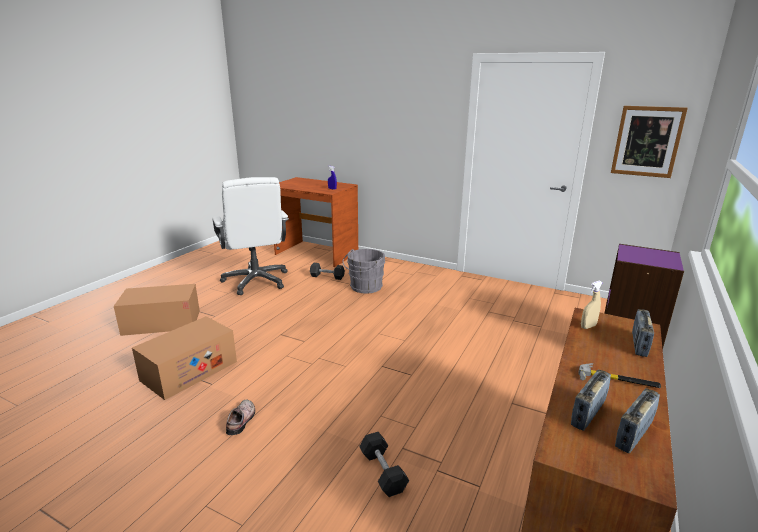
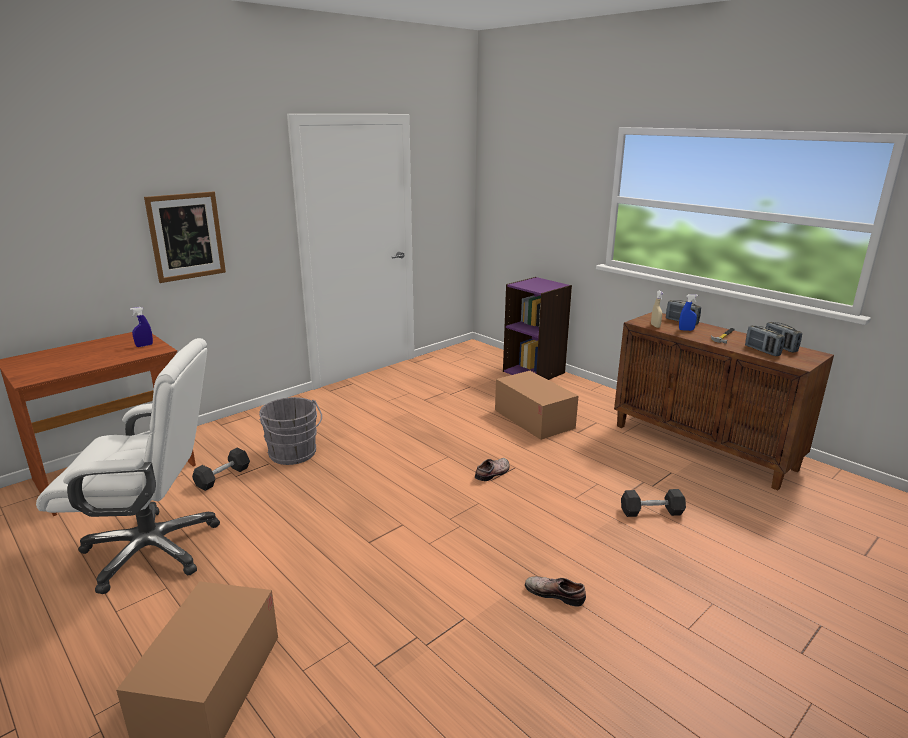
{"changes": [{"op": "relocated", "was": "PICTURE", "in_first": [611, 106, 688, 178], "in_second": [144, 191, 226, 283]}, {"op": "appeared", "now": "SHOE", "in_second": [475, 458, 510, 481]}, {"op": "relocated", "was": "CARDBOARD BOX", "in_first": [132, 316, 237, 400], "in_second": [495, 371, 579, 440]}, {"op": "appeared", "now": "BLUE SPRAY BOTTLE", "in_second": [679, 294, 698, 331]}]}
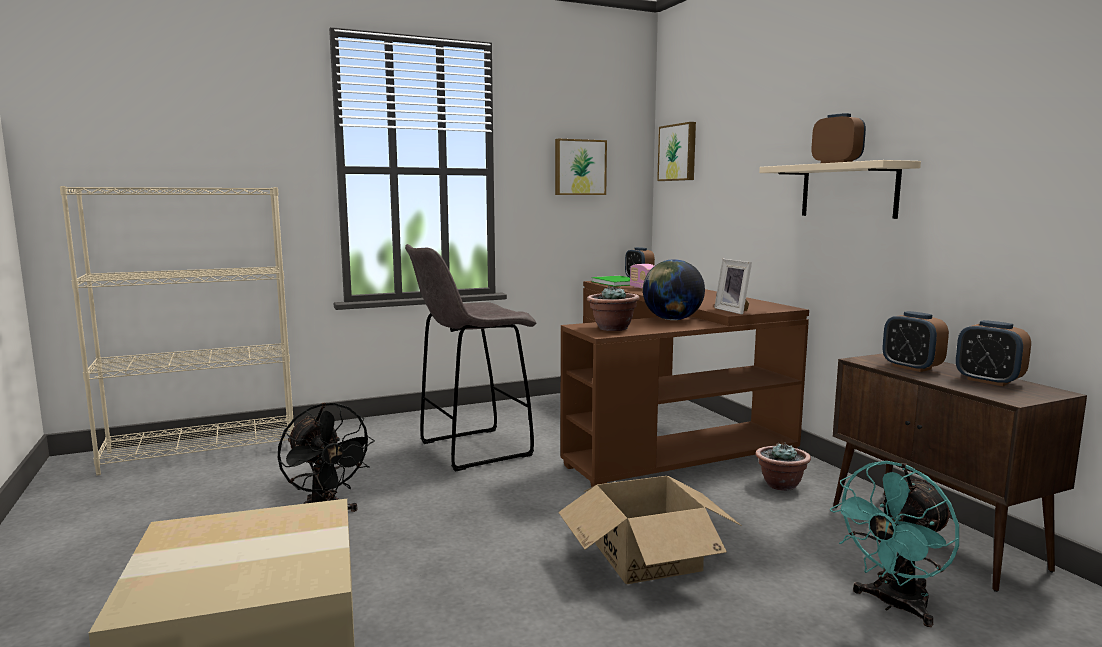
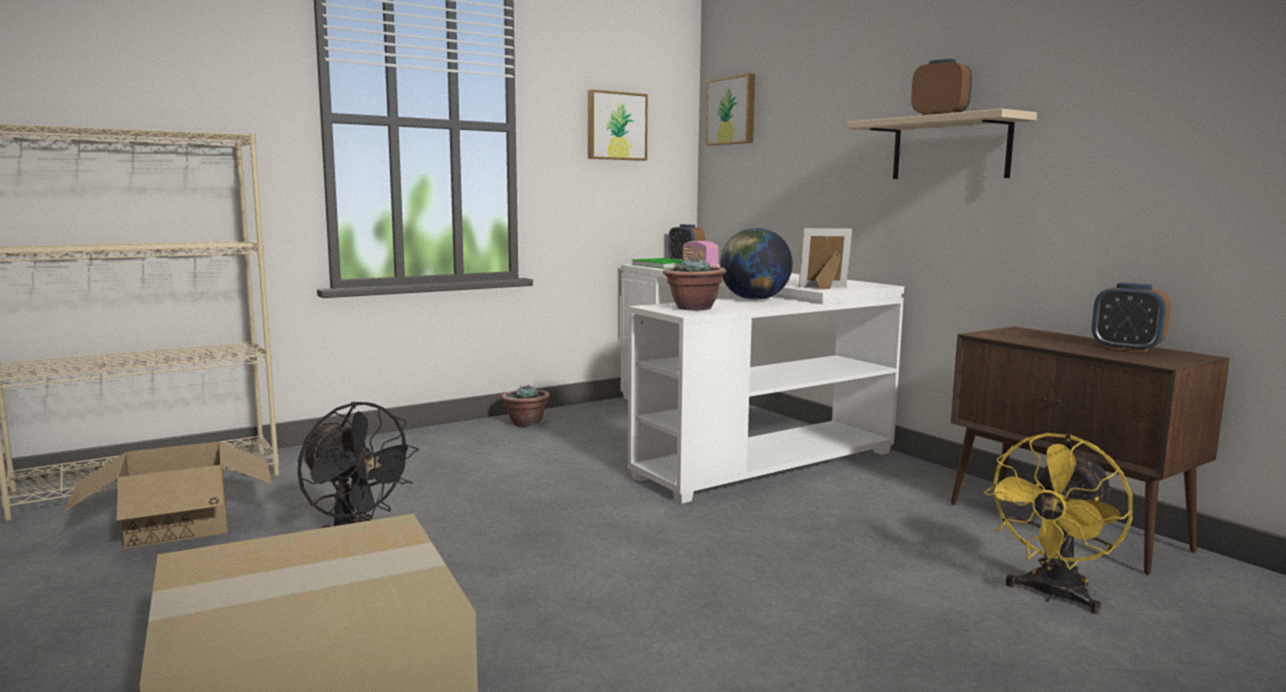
{"changes": [{"op": "relocated", "was": "CARDBOARD BOX", "in_first": [558, 476, 742, 584], "in_second": [64, 442, 272, 549]}, {"op": "relocated", "was": "POTTED PLANT", "in_first": [755, 442, 811, 491], "in_second": [501, 384, 550, 427]}, {"op": "colour", "was": "BROWN DESK", "now": "WHITE DESK", "in_first": [560, 281, 809, 487], "in_second": [621, 264, 904, 503]}, {"op": "spun", "was": "PICTURE FRAME", "in_first": [714, 259, 752, 315], "in_second": [799, 228, 852, 289], "clockwise": 120}, {"op": "colour", "was": "TURQUOISE FAN", "now": "YELLOW FAN", "in_first": [830, 461, 959, 627], "in_second": [984, 433, 1133, 614]}, {"op": "missing", "was": "GREY STOOL", "in_first": [405, 244, 537, 472]}, {"op": "missing", "was": "ALARM CLOCK", "in_first": [883, 311, 949, 372]}]}
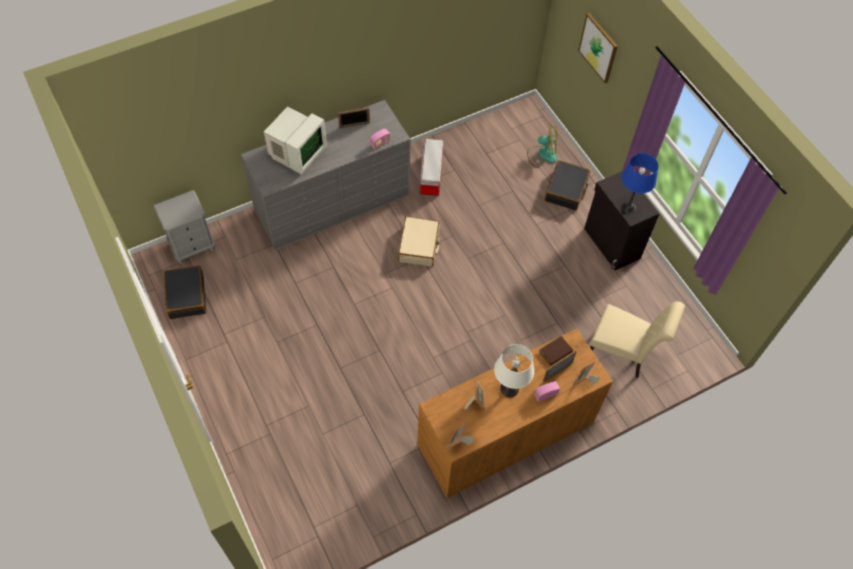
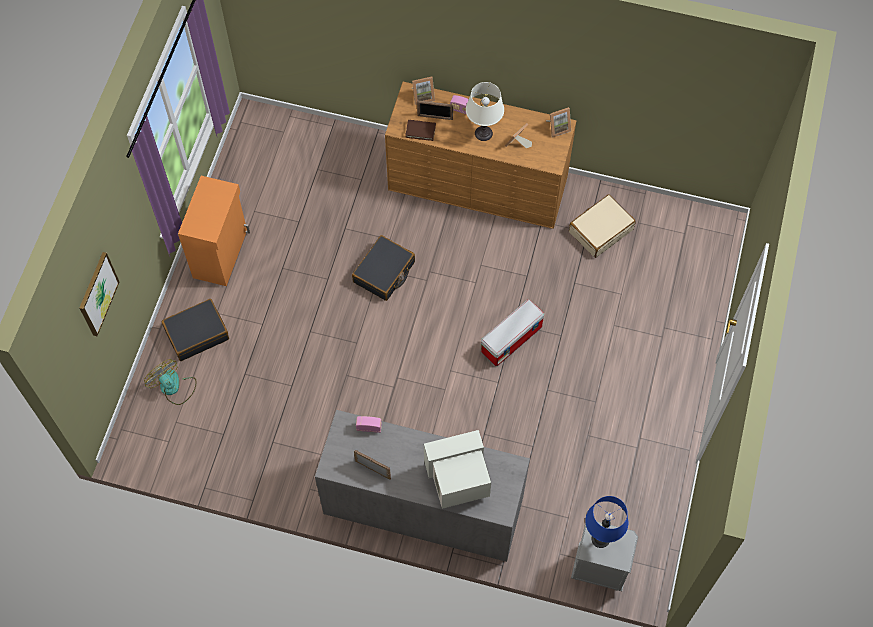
{"changes": [{"op": "colour", "was": "BLACK CABINET", "now": "ORANGE CABINET", "in_first": [584, 171, 660, 270], "in_second": [178, 176, 250, 286]}, {"op": "relocated", "was": "BLACK SUITCASE", "in_first": [163, 265, 206, 319], "in_second": [352, 235, 415, 301]}, {"op": "relocated", "was": "STORAGE BOX", "in_first": [420, 139, 443, 196], "in_second": [481, 299, 544, 366]}, {"op": "relocated", "was": "BEIGE SUITCASE", "in_first": [398, 217, 440, 267], "in_second": [569, 194, 636, 258]}, {"op": "relocated", "was": "BLUE TABLE LAMP", "in_first": [621, 153, 658, 214], "in_second": [585, 496, 628, 548]}, {"op": "missing", "was": "BEIGE CHAIR", "in_first": [590, 301, 685, 378]}]}
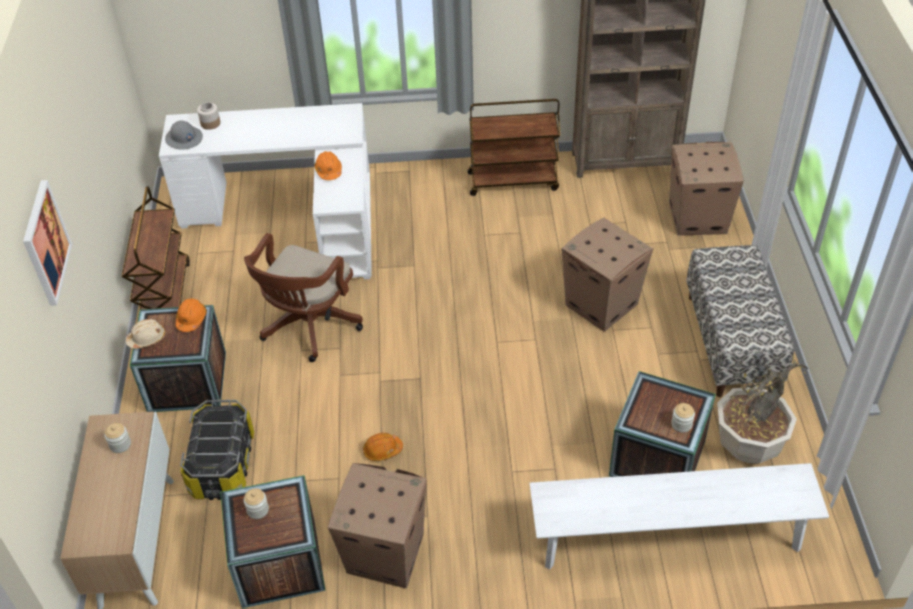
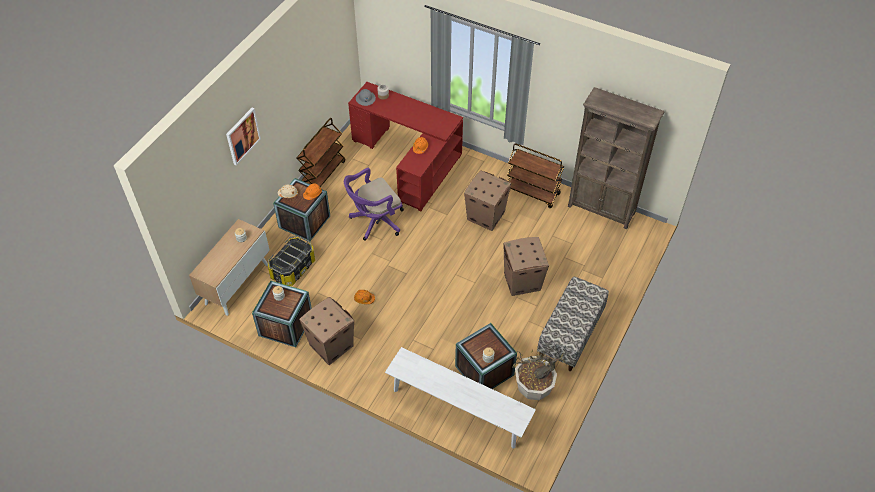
{"changes": [{"op": "colour", "was": "BROWN OFFICE CHAIR", "now": "PURPLE OFFICE CHAIR", "in_first": [244, 233, 363, 362], "in_second": [344, 168, 404, 241]}, {"op": "colour", "was": "WHITE DESK", "now": "RED DESK", "in_first": [159, 103, 372, 279], "in_second": [348, 82, 463, 211]}, {"op": "relocated", "was": "CARDBOARD BOX", "in_first": [669, 142, 744, 236], "in_second": [464, 170, 511, 231]}]}
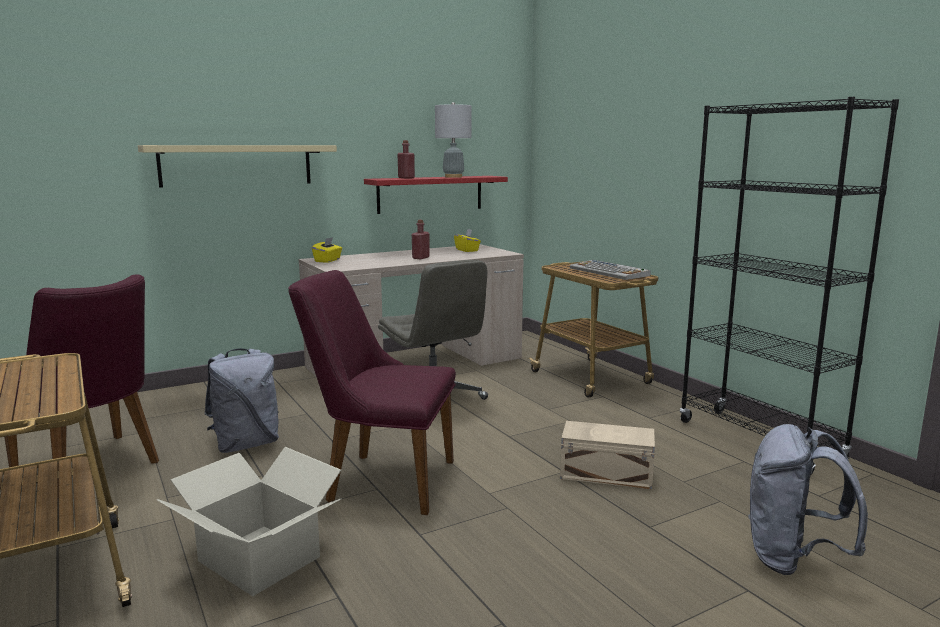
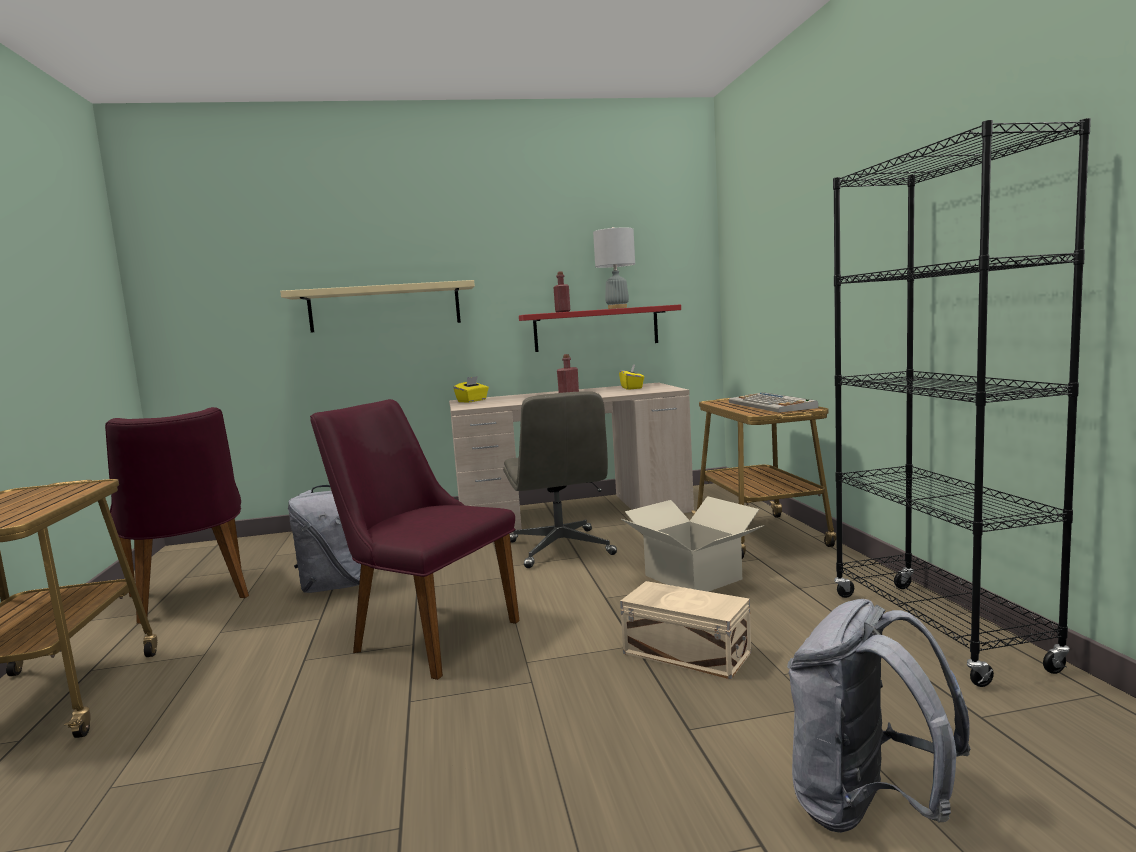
{"changes": [{"op": "relocated", "was": "CARDBOARD BOX", "in_first": [157, 447, 341, 596], "in_second": [621, 496, 765, 592]}]}
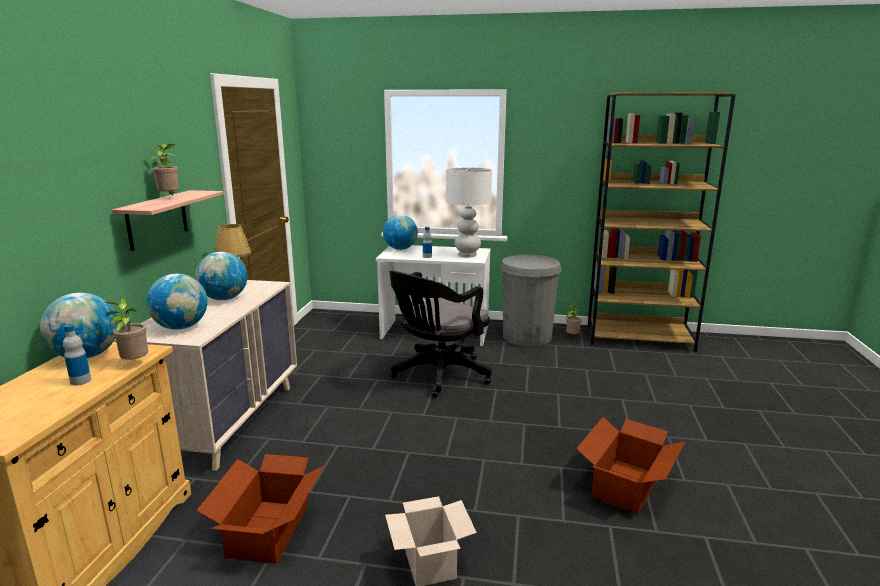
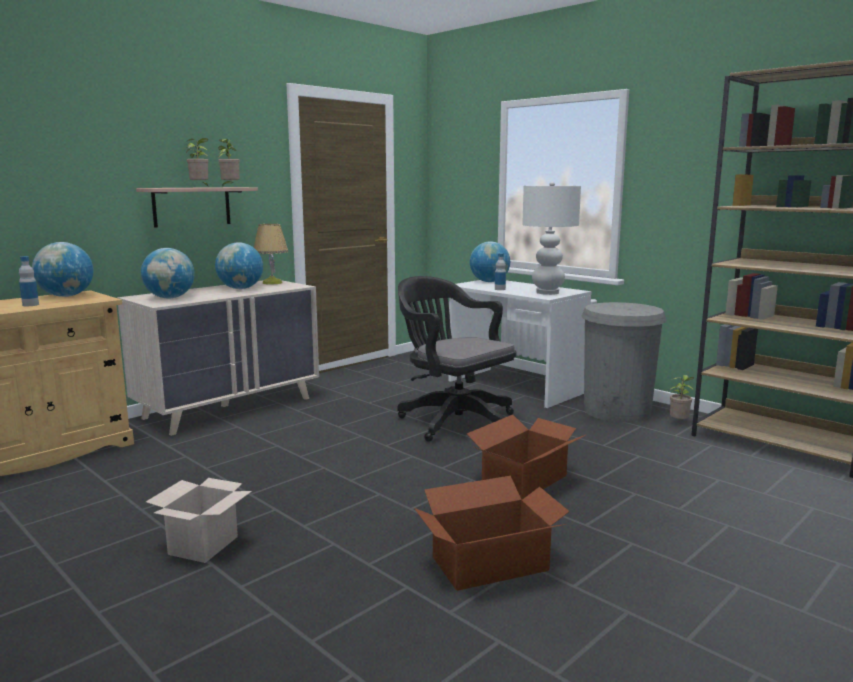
{"changes": [{"op": "relocated", "was": "POTTED PLANT", "in_first": [104, 297, 148, 362], "in_second": [218, 139, 240, 186]}, {"op": "spun", "was": "BLACK OFFICE CHAIR", "in_first": [389, 271, 492, 398], "in_second": [397, 276, 517, 442], "clockwise": 60}, {"op": "relocated", "was": "CARDBOARD BOX", "in_first": [196, 454, 323, 564], "in_second": [467, 415, 585, 500]}]}
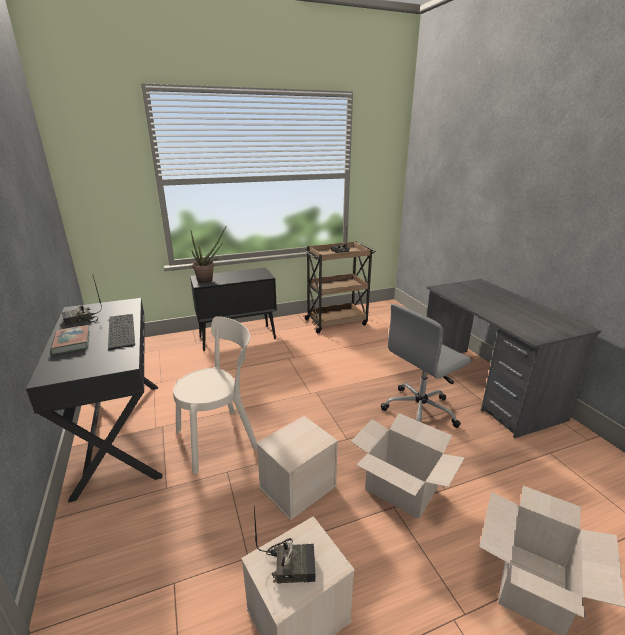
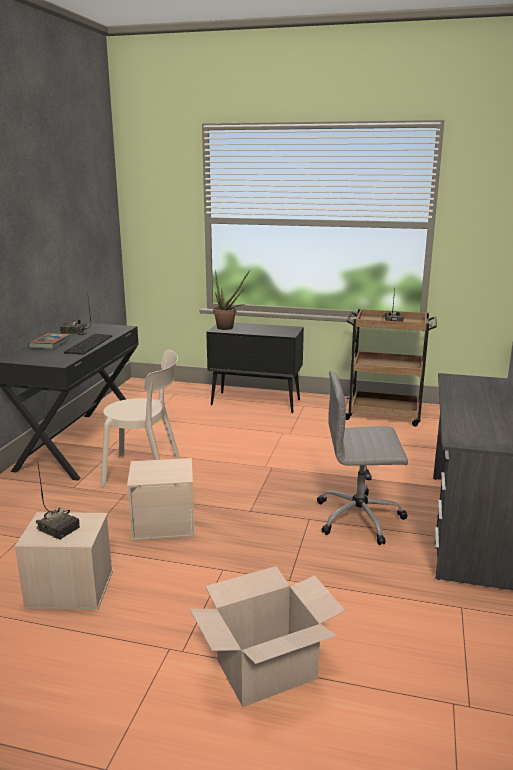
{"changes": [{"op": "missing", "was": "CARDBOARD BOX", "in_first": [351, 413, 465, 519]}]}
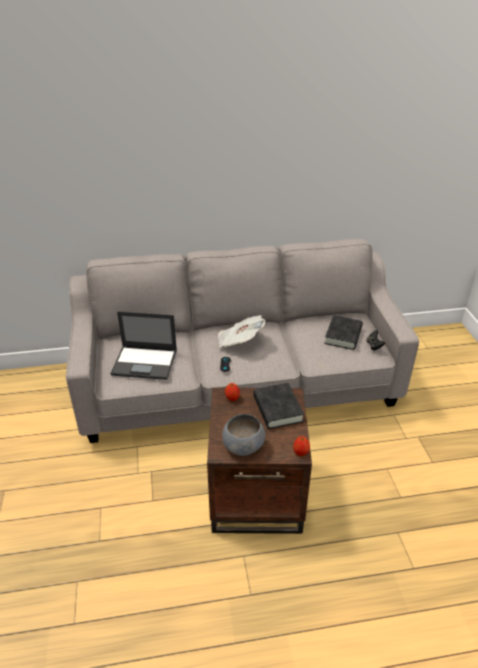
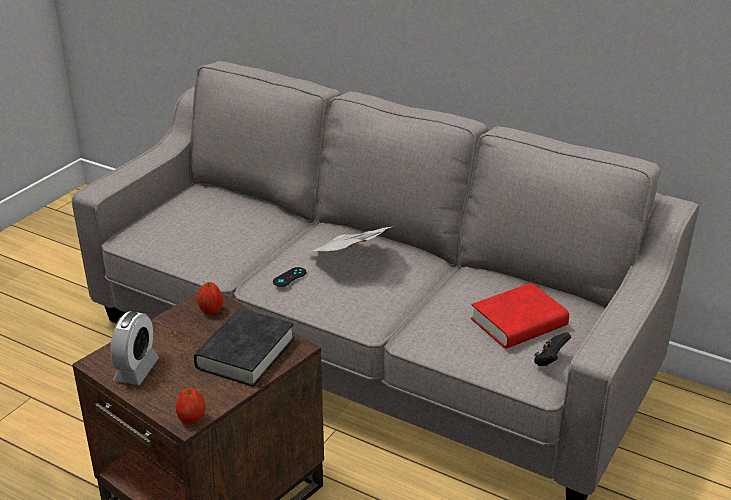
{"changes": [{"op": "exchanged", "was": "GREY BOWL", "now": "ALARM CLOCK", "in_first": [222, 414, 265, 456], "in_second": [110, 311, 159, 385]}, {"op": "colour", "was": "BLACK BOOK", "now": "RED BOOK", "in_first": [324, 315, 363, 350], "in_second": [471, 283, 569, 349]}, {"op": "missing", "was": "LAPTOP", "in_first": [110, 311, 177, 380]}]}
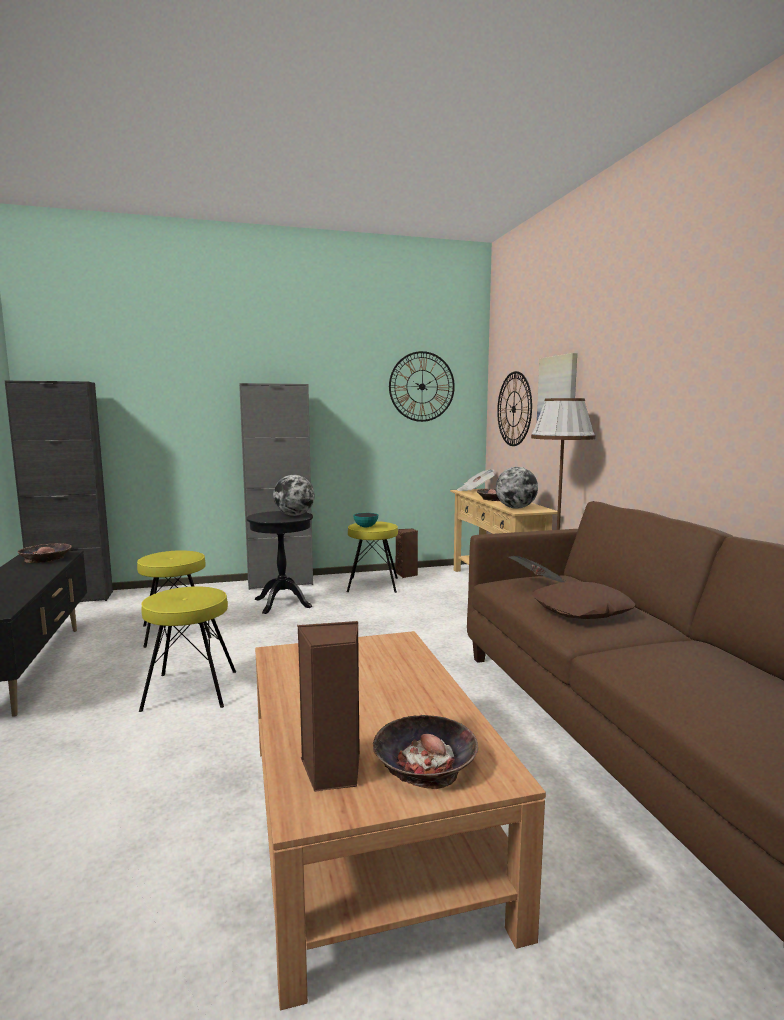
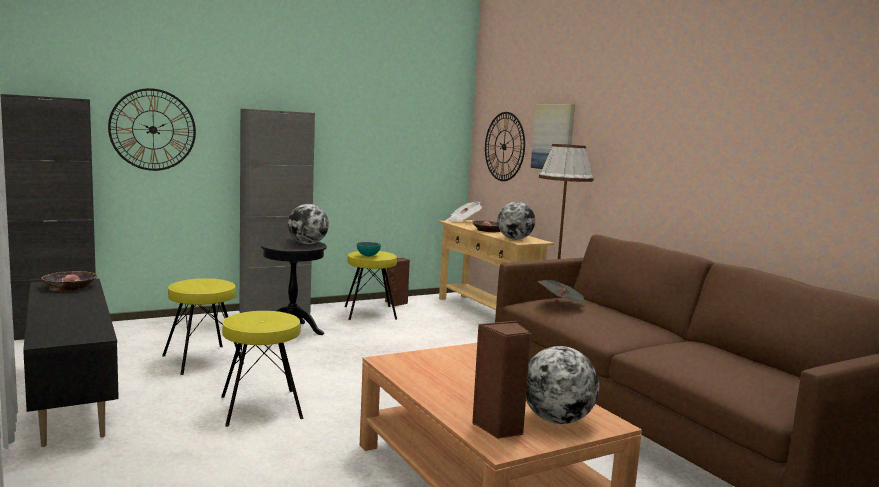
{"changes": [{"op": "relocated", "was": "WALL CLOCK", "in_first": [389, 351, 455, 422], "in_second": [108, 88, 196, 171]}, {"op": "exchanged", "was": "BOWL", "now": "GLOBE", "in_first": [373, 715, 478, 789], "in_second": [526, 346, 599, 424]}, {"op": "missing", "was": "BROWN PILLOW", "in_first": [532, 581, 635, 619]}]}
